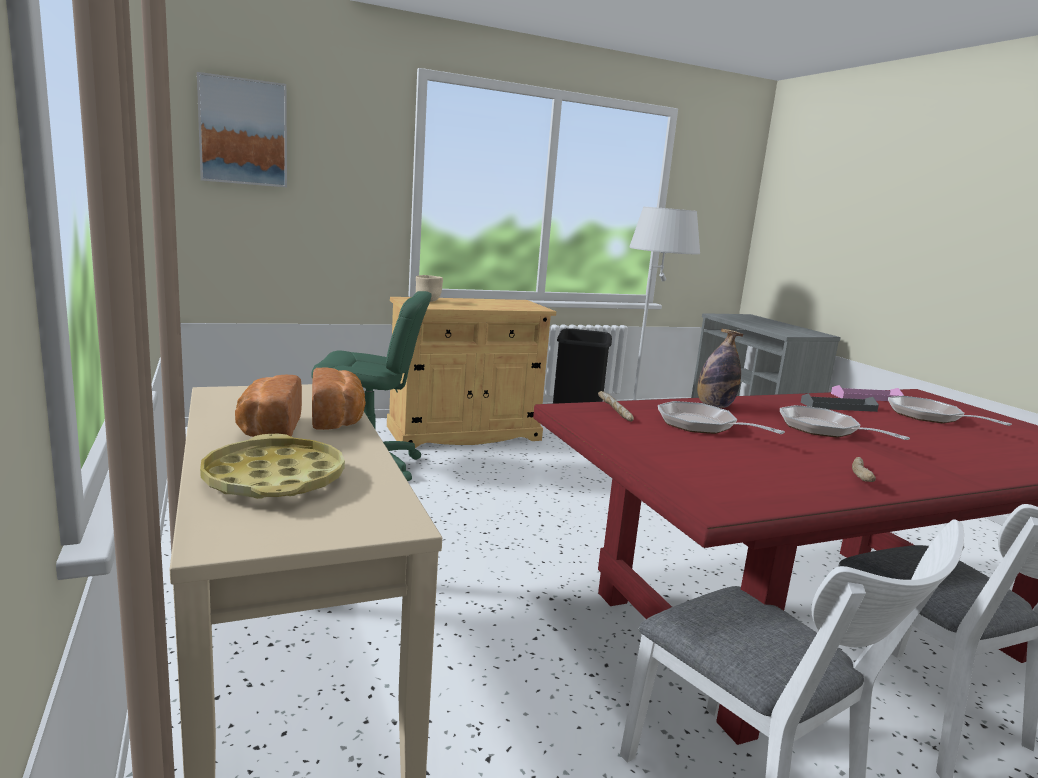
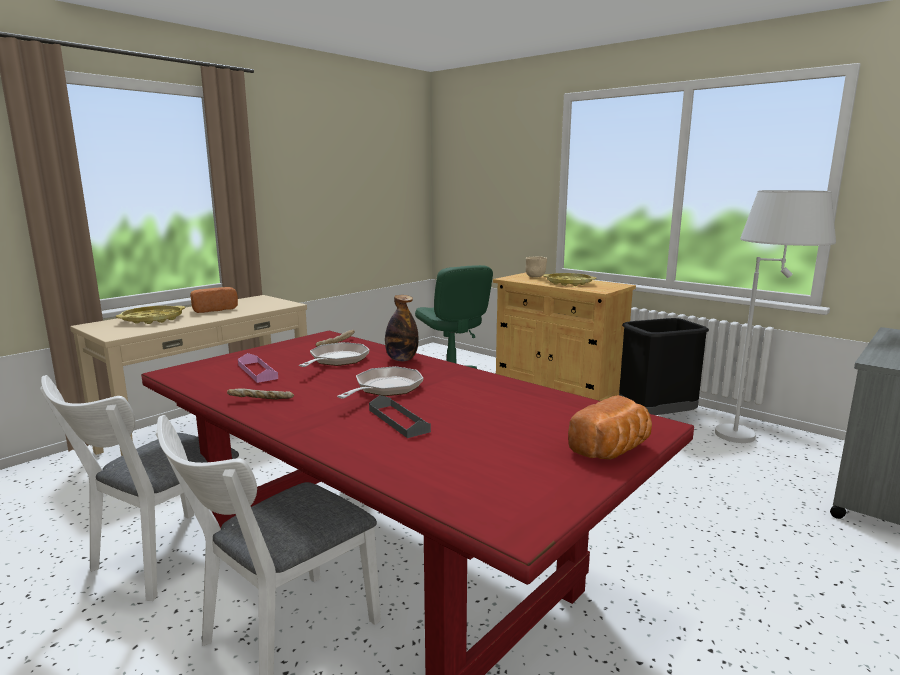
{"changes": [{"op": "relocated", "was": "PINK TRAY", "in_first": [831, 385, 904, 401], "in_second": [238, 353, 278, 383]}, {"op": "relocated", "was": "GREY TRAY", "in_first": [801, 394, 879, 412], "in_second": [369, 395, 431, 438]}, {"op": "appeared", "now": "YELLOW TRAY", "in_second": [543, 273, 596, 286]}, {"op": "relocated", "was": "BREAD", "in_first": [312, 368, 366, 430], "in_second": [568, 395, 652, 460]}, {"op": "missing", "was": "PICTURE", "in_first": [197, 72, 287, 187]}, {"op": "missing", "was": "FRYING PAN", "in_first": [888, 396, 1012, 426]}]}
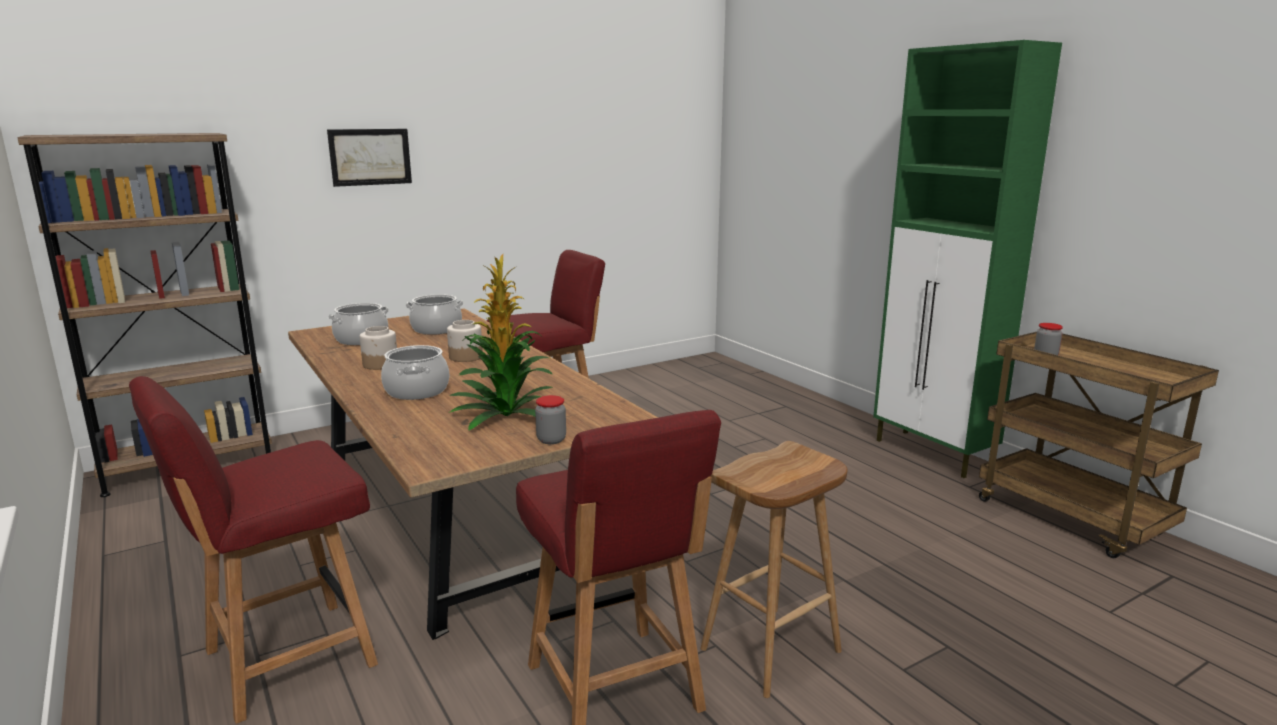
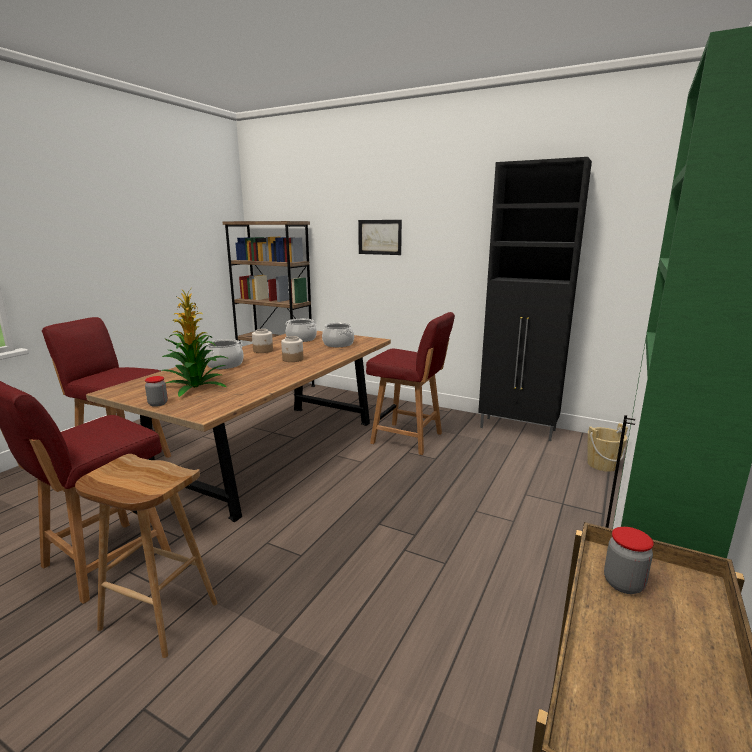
{"changes": [{"op": "appeared", "now": "BLACK CABINET", "in_second": [478, 157, 592, 441]}, {"op": "appeared", "now": "BEIGE BUCKET", "in_second": [587, 423, 628, 472]}]}
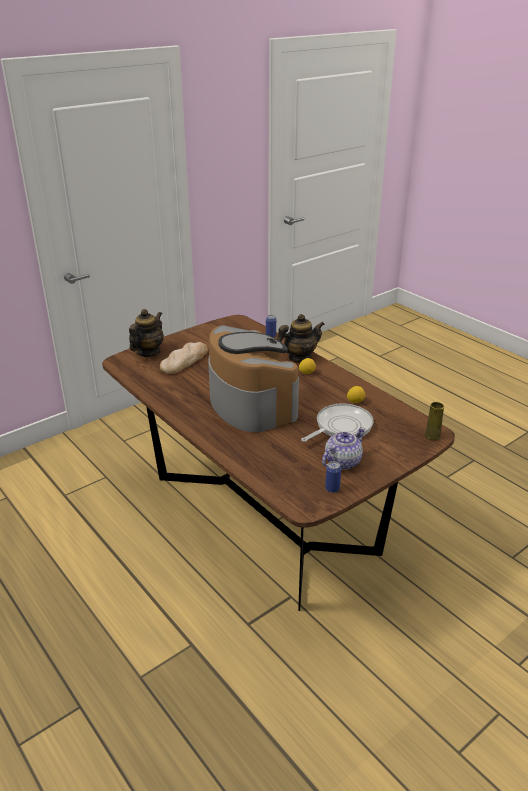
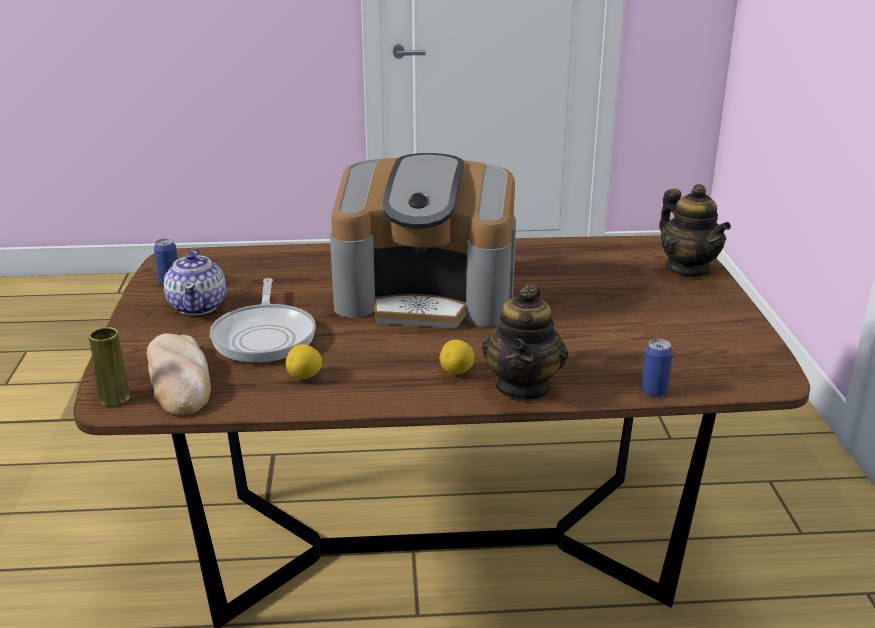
{"changes": [{"op": "relocated", "was": "BREAD", "in_first": [160, 342, 208, 374], "in_second": [146, 333, 211, 415]}]}
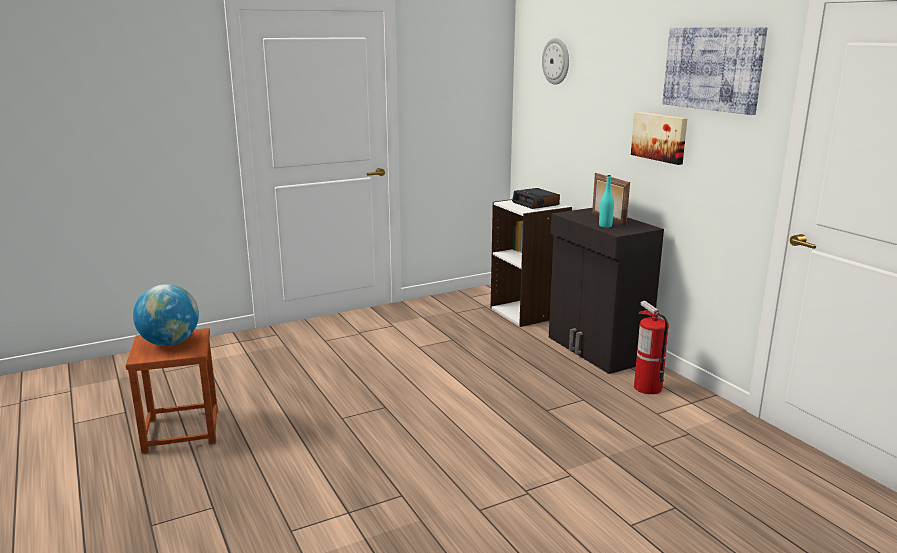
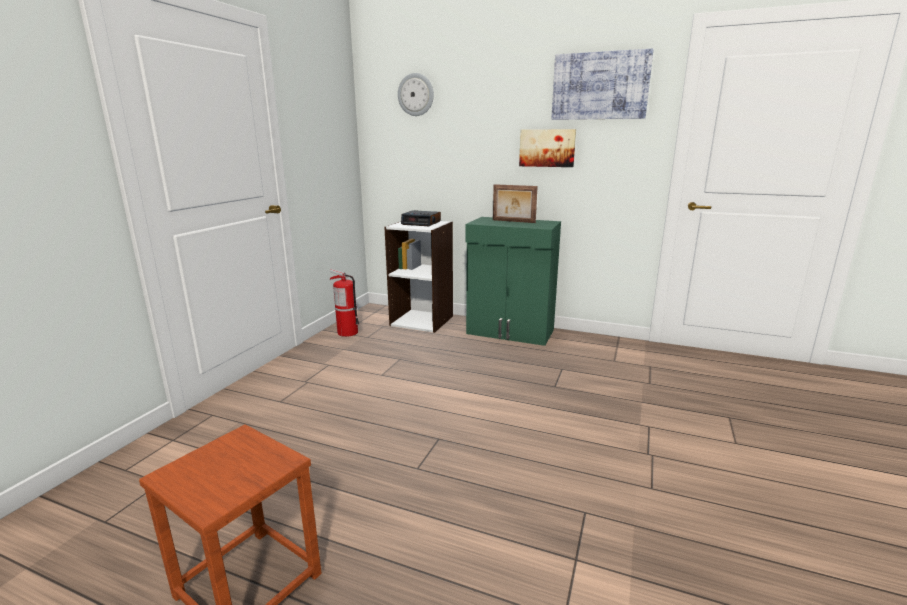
{"changes": [{"op": "relocated", "was": "FIRE EXTINGUISHER", "in_first": [634, 301, 669, 394], "in_second": [329, 269, 359, 337]}, {"op": "colour", "was": "BLACK CABINET", "now": "GREEN CABINET", "in_first": [549, 208, 664, 374], "in_second": [466, 217, 561, 346]}, {"op": "missing", "was": "GLOBE", "in_first": [133, 284, 199, 346]}, {"op": "missing", "was": "TURQUOISE BOTTLE", "in_first": [599, 175, 614, 228]}]}
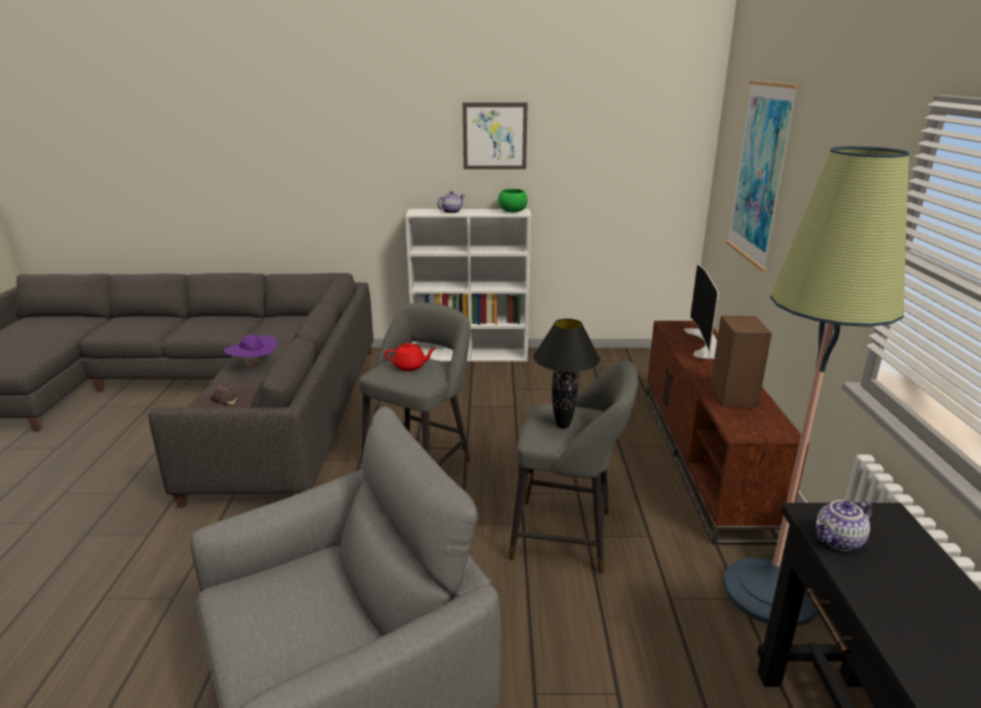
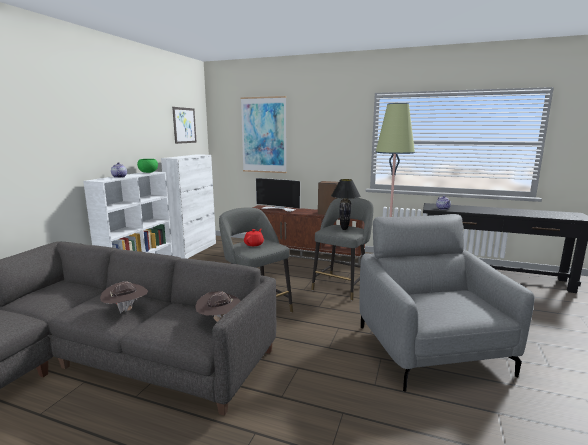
{"changes": [{"op": "colour", "was": "PURPLE HAT", "now": "BROWN HAT", "in_first": [224, 334, 278, 366], "in_second": [100, 281, 148, 314]}, {"op": "appeared", "now": "WHITE CABINET", "in_second": [161, 154, 216, 259]}, {"op": "relocated", "was": "PICTURE", "in_first": [463, 103, 528, 169], "in_second": [172, 107, 197, 144]}]}
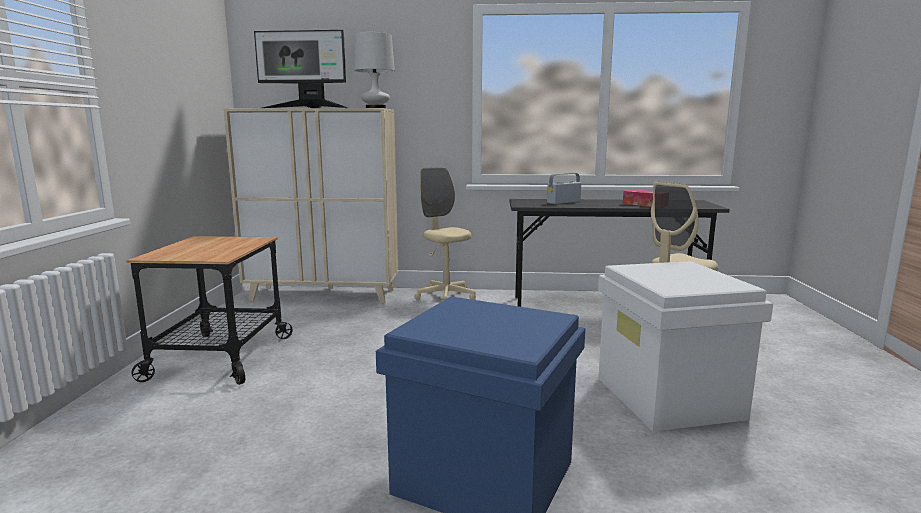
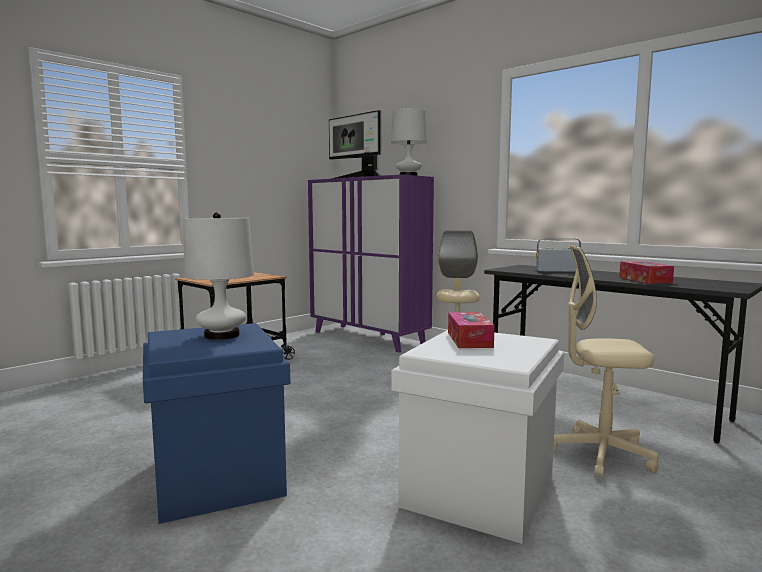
{"changes": [{"op": "appeared", "now": "WHITE TABLE LAMP", "in_second": [183, 213, 254, 340]}, {"op": "colour", "was": "BEIGE CABINET", "now": "PURPLE CABINET", "in_first": [223, 108, 399, 303], "in_second": [308, 174, 434, 352]}, {"op": "appeared", "now": "TISSUE BOX", "in_second": [448, 312, 495, 348]}]}
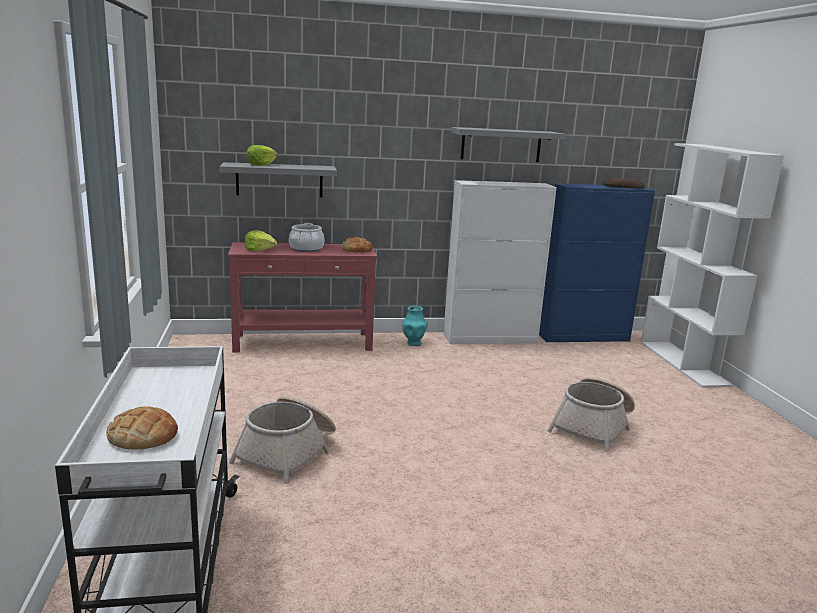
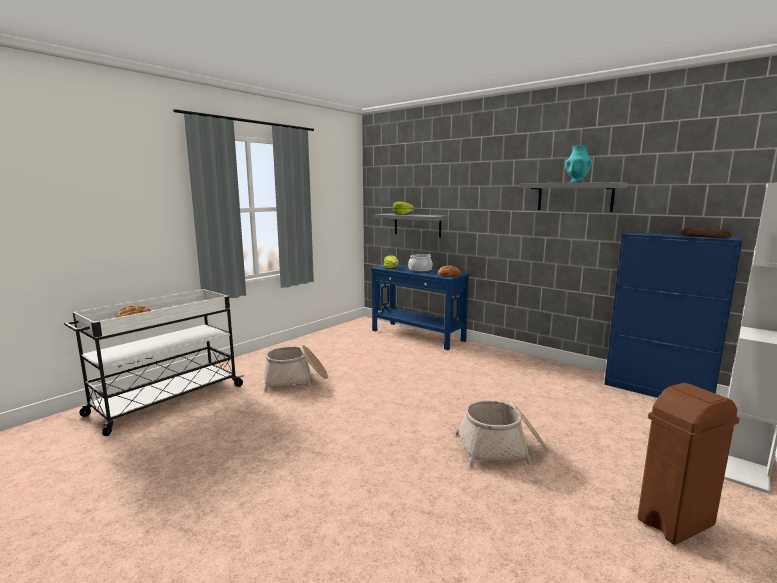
{"changes": [{"op": "colour", "was": "RED CONSOLE TABLE", "now": "BLUE CONSOLE TABLE", "in_first": [228, 242, 377, 353], "in_second": [371, 265, 470, 350]}, {"op": "relocated", "was": "TURQUOISE VASE", "in_first": [402, 306, 428, 346], "in_second": [565, 145, 592, 183]}, {"op": "appeared", "now": "BROWN TRASH CAN", "in_second": [638, 383, 740, 545]}, {"op": "missing", "was": "WHITE CABINET", "in_first": [443, 180, 557, 344]}]}
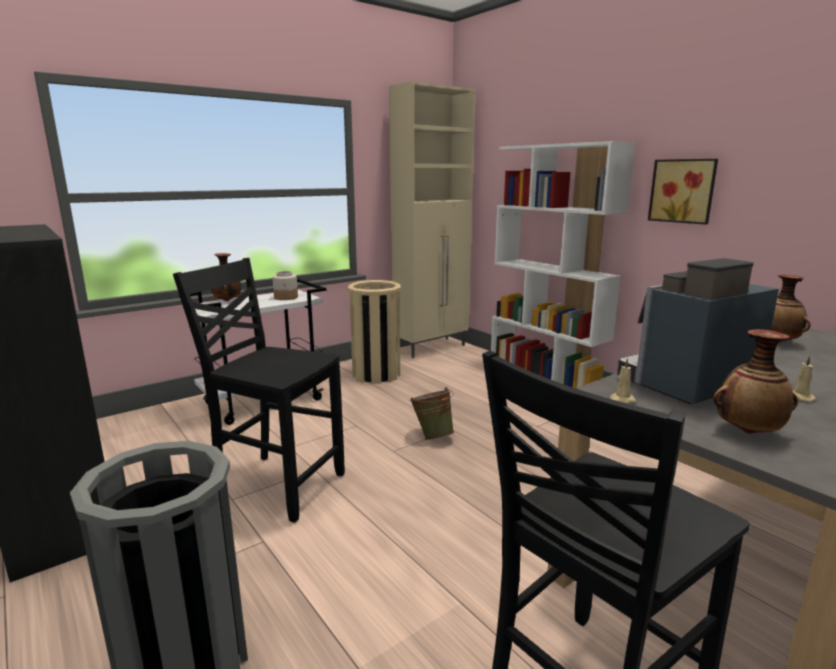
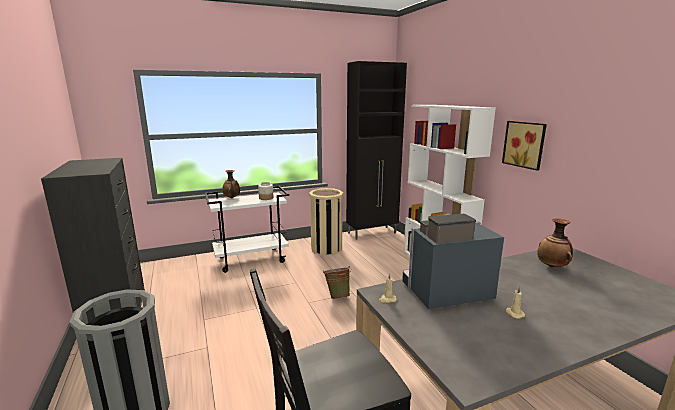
{"changes": [{"op": "colour", "was": "BEIGE CABINET", "now": "BLACK CABINET", "in_first": [389, 81, 475, 358], "in_second": [346, 61, 407, 240]}, {"op": "missing", "was": "BLACK CHAIR", "in_first": [173, 258, 345, 523]}, {"op": "missing", "was": "VASE", "in_first": [713, 329, 798, 434]}]}
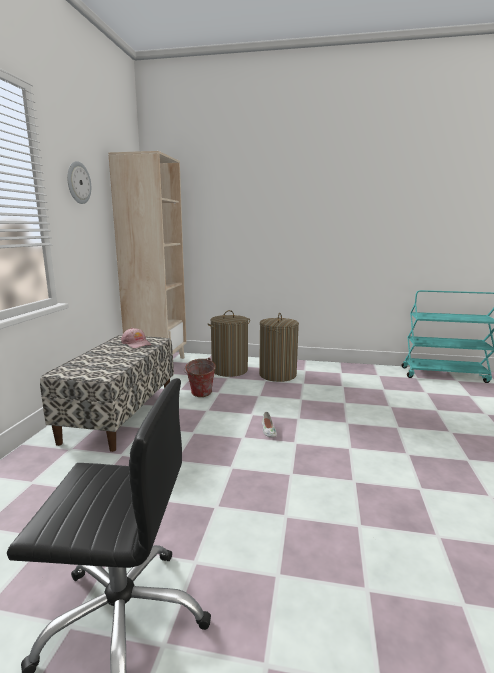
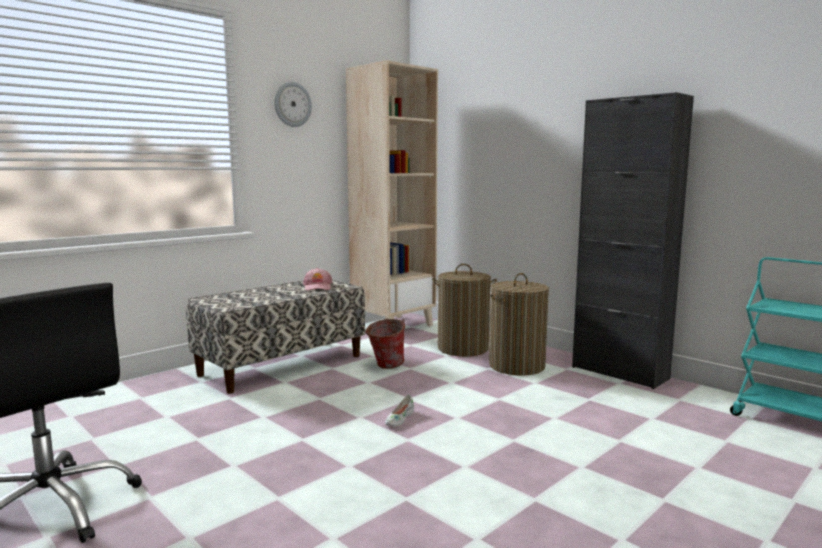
{"changes": [{"op": "appeared", "now": "BLACK CABINET", "in_second": [572, 92, 694, 389]}]}
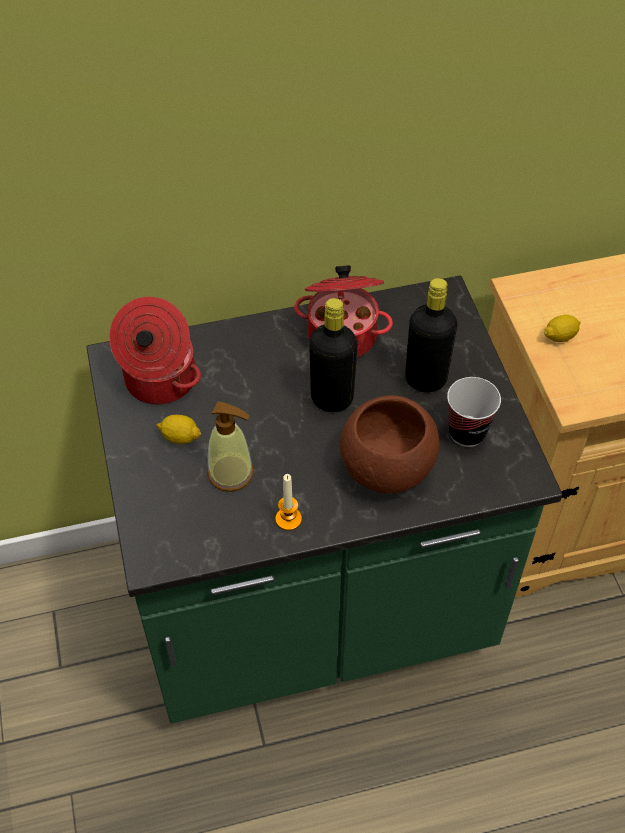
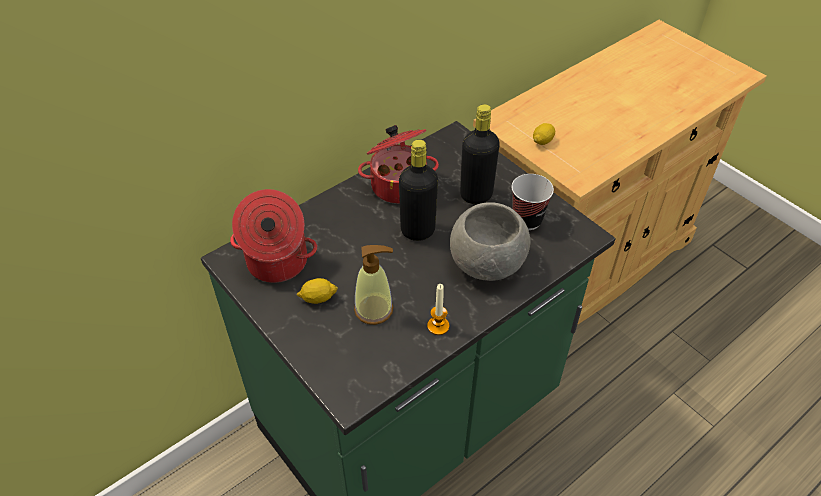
{"changes": [{"op": "colour", "was": "BROWN BOWL", "now": "GREY BOWL", "in_first": [340, 395, 440, 493], "in_second": [450, 202, 530, 281]}]}
